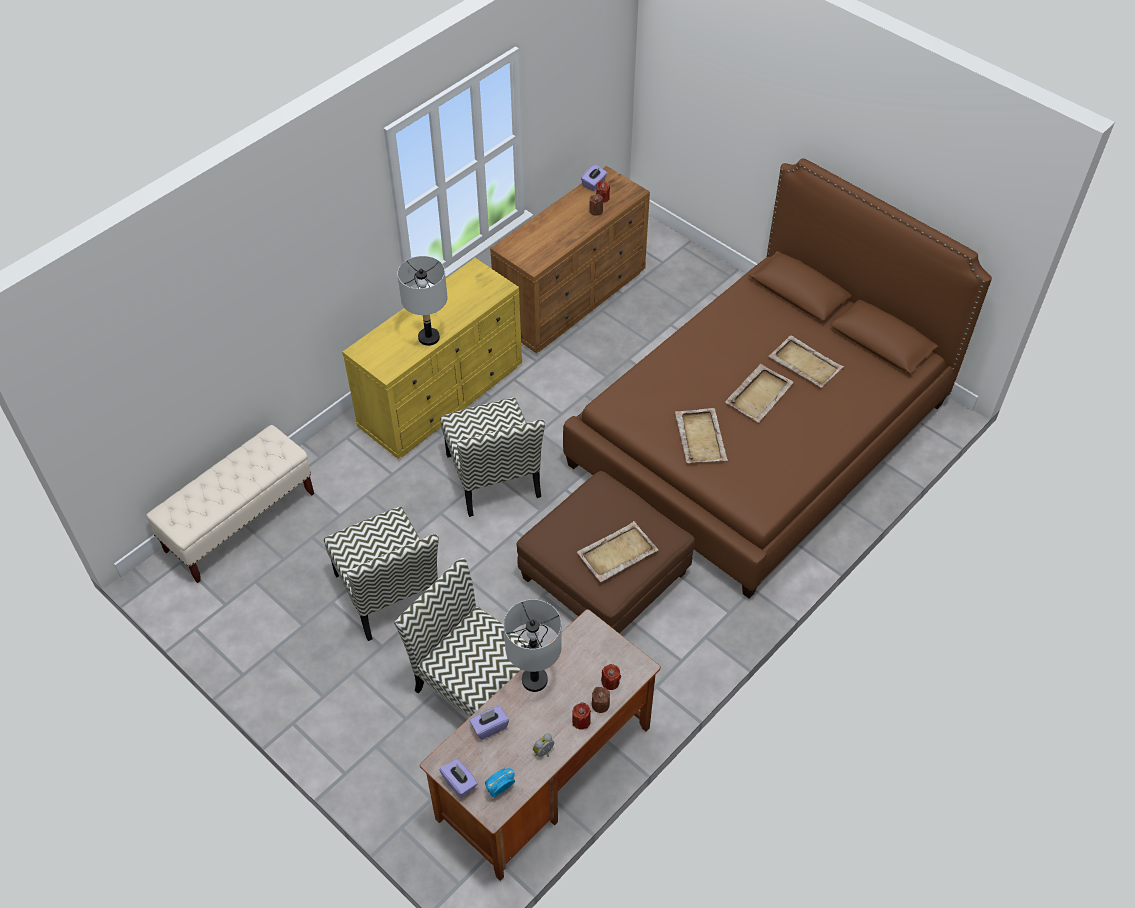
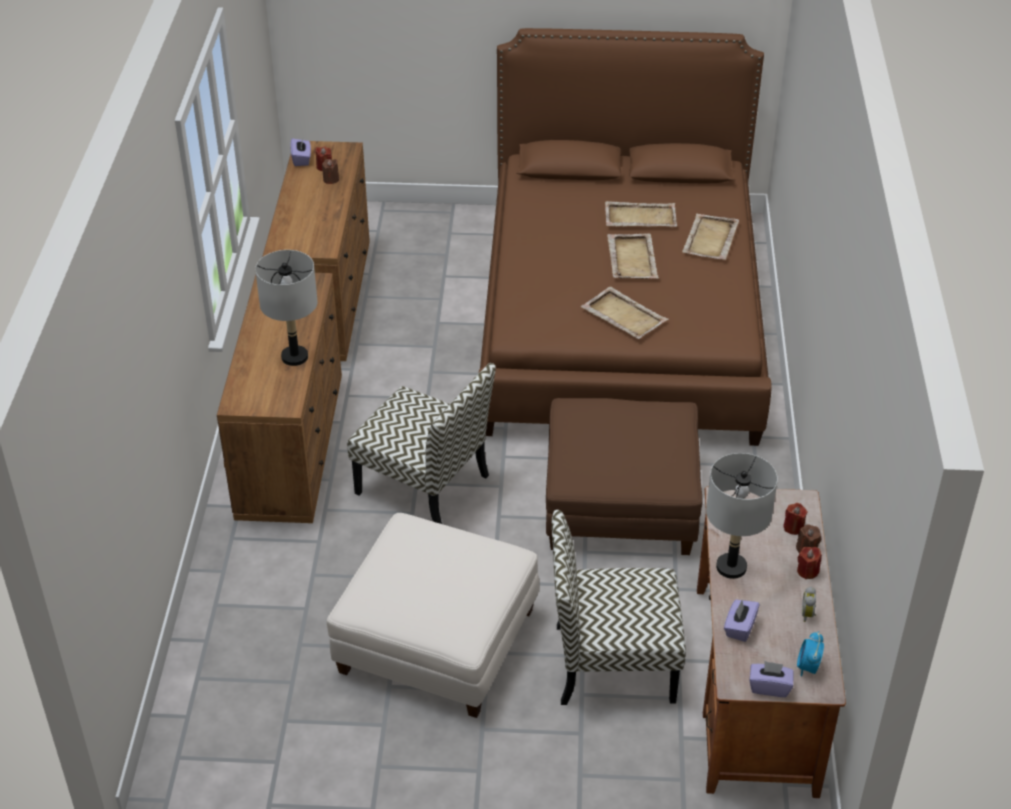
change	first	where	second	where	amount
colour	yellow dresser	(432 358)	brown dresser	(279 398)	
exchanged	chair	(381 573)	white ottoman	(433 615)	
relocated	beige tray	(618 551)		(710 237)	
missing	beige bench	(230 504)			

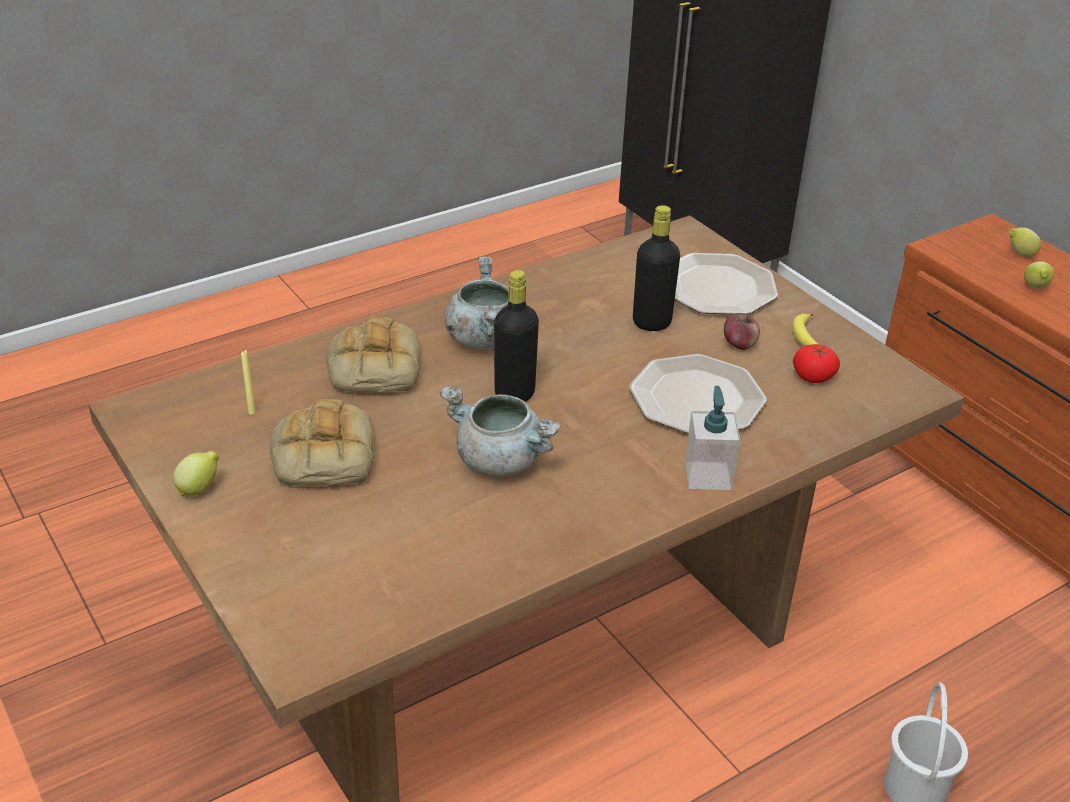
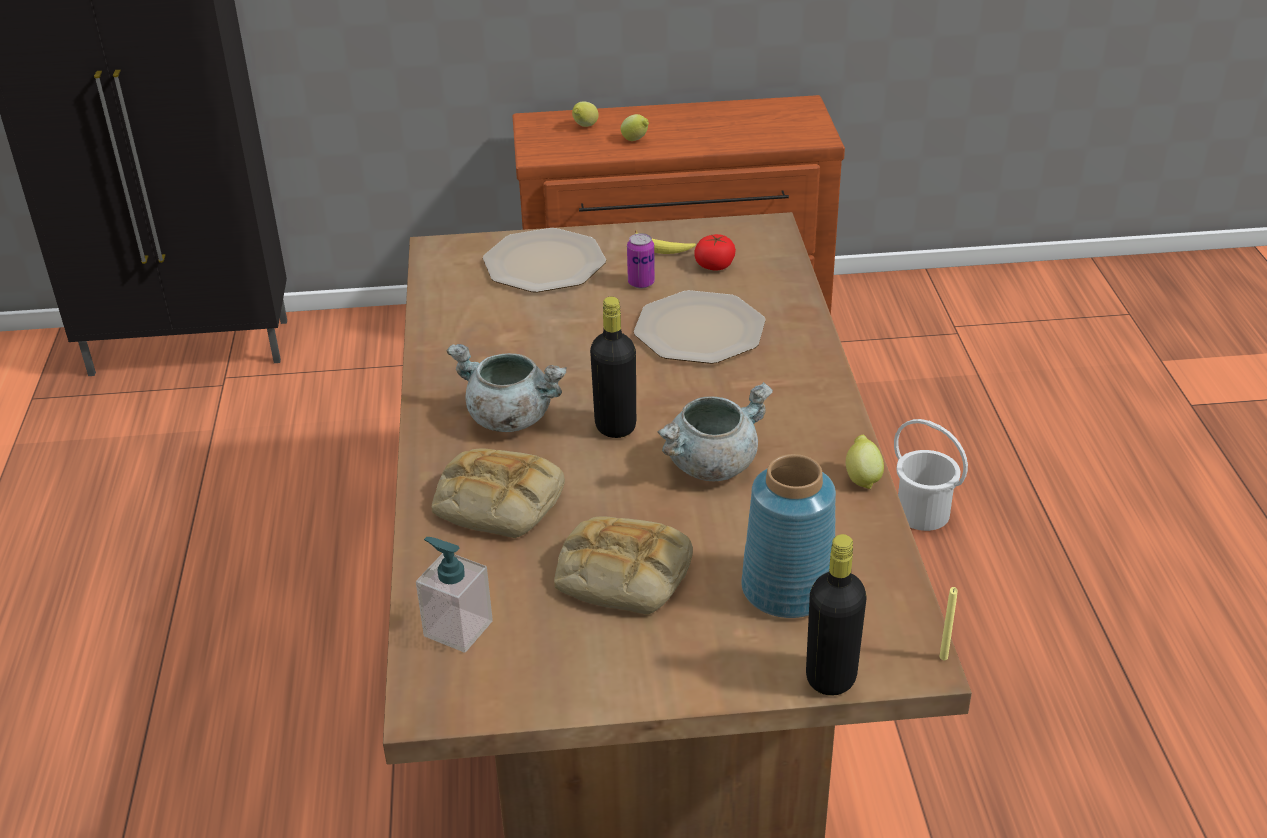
change	first	where	second	where	amount
relocated	soap dispenser	(712 438)		(454 595)	
exchanged	apple	(742 331)	can	(641 260)	
appeared			blue vase	(788 536)	
relocated	black bottle	(656 268)		(836 615)	
relocated	lemon	(196 473)		(865 462)	
relocated	yellow candle	(248 382)		(948 623)	

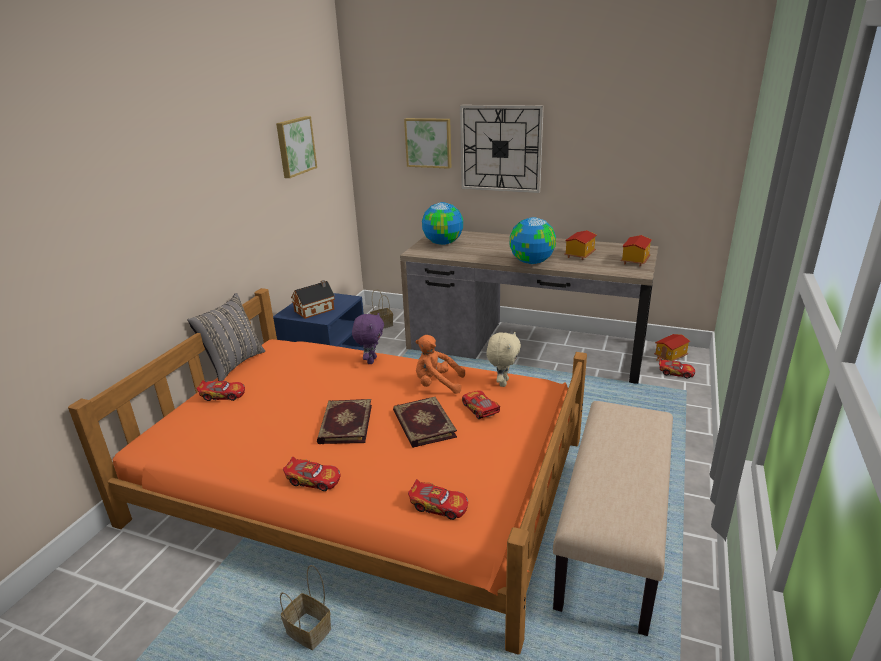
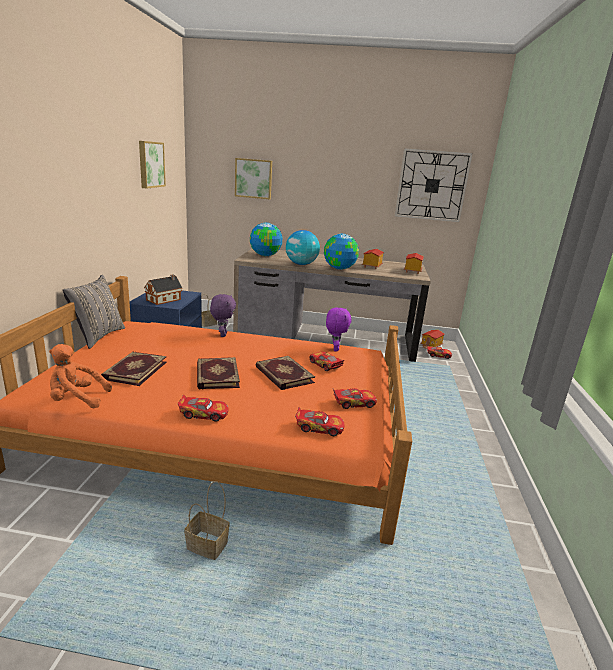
change	first	where	second	where	amount
relocated	orange plush toy	(440 364)		(80 376)	
appeared			book	(134 369)	
appeared			globe	(303 247)	
colour	beige plush toy	(503 359)	purple plush toy	(338 329)	
relocated	toy car	(220 390)		(355 398)	
relocated	wall clock	(502 149)		(434 185)	
missing	beige bench	(613 518)			

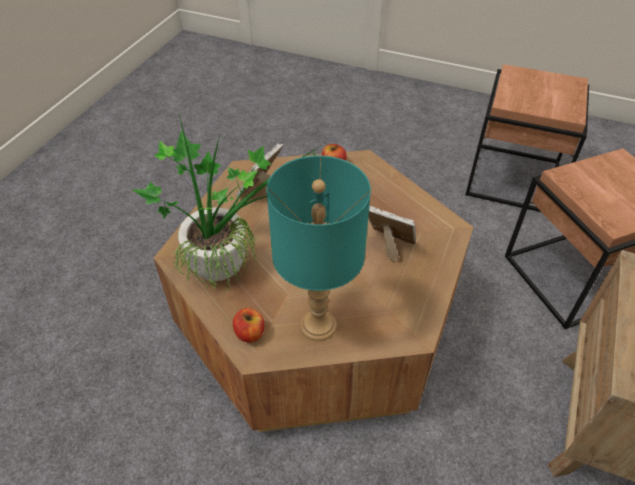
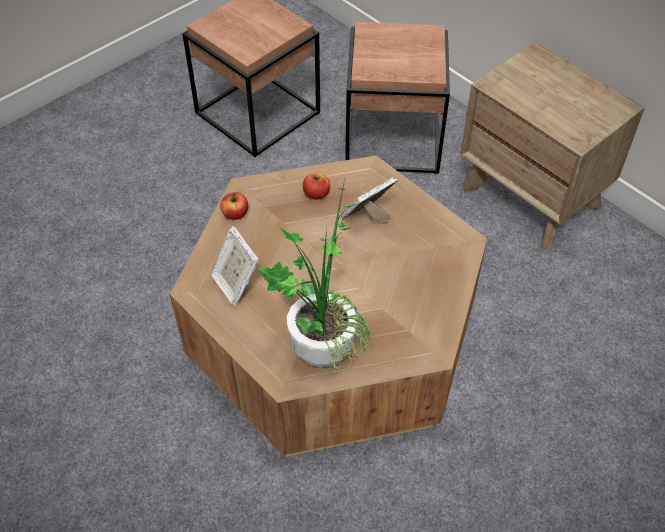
change	first	where	second	where	amount
relocated	apple	(248 325)		(316 186)	
missing	turquoise table lamp	(318 248)			

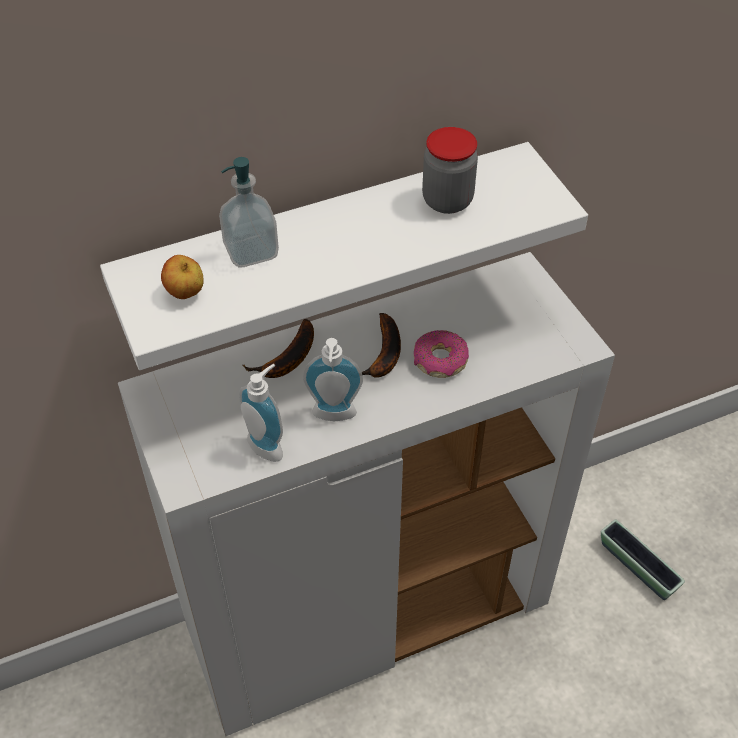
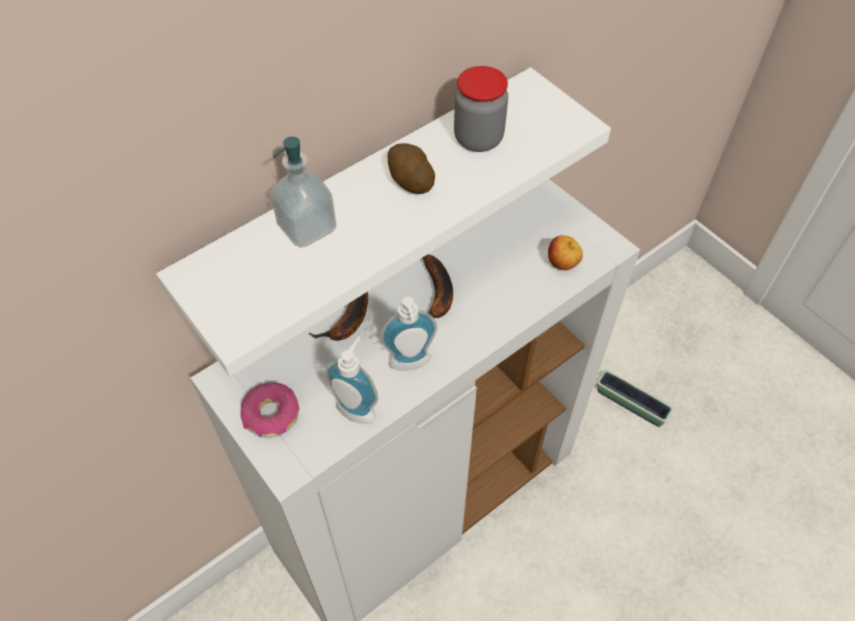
change	first	where	second	where	amount
relocated	donut	(441 354)		(270 410)	
appeared			potato	(411 168)	
relocated	apple	(182 277)		(565 252)	

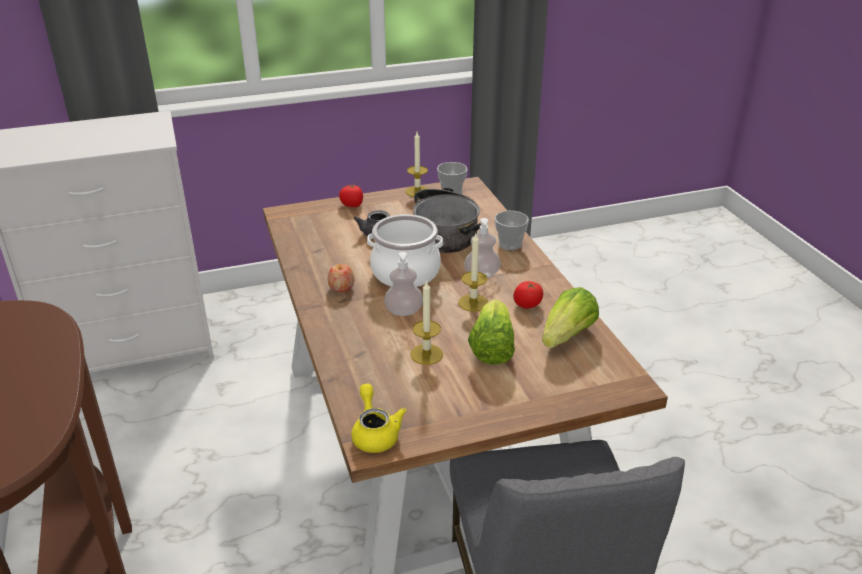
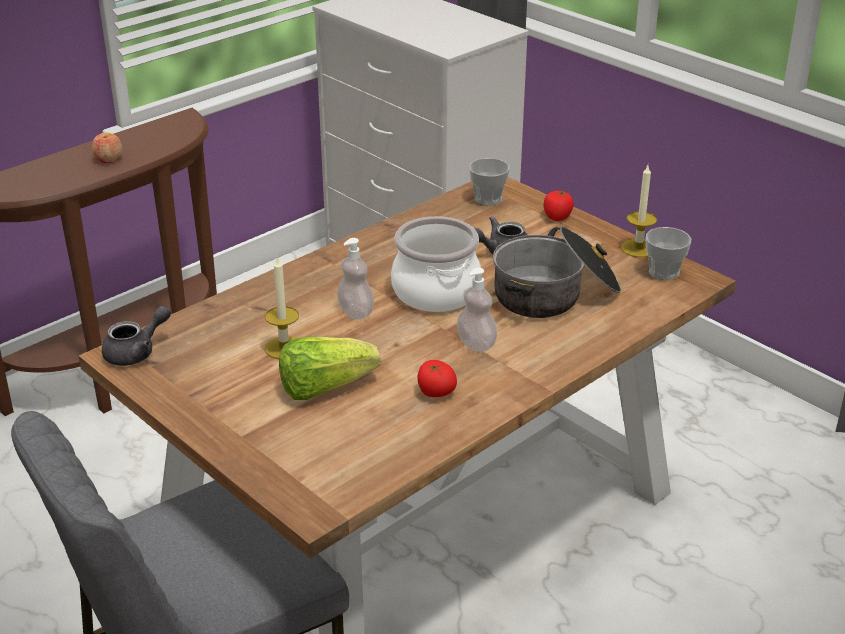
change	first	where	second	where	amount
relocated	apple	(341 278)		(107 147)	
colour	yellow teapot	(379 418)	grey teapot	(136 335)	
relocated	cup	(512 230)		(489 182)	
missing	candle	(473 272)			
missing	lettuce	(570 317)			

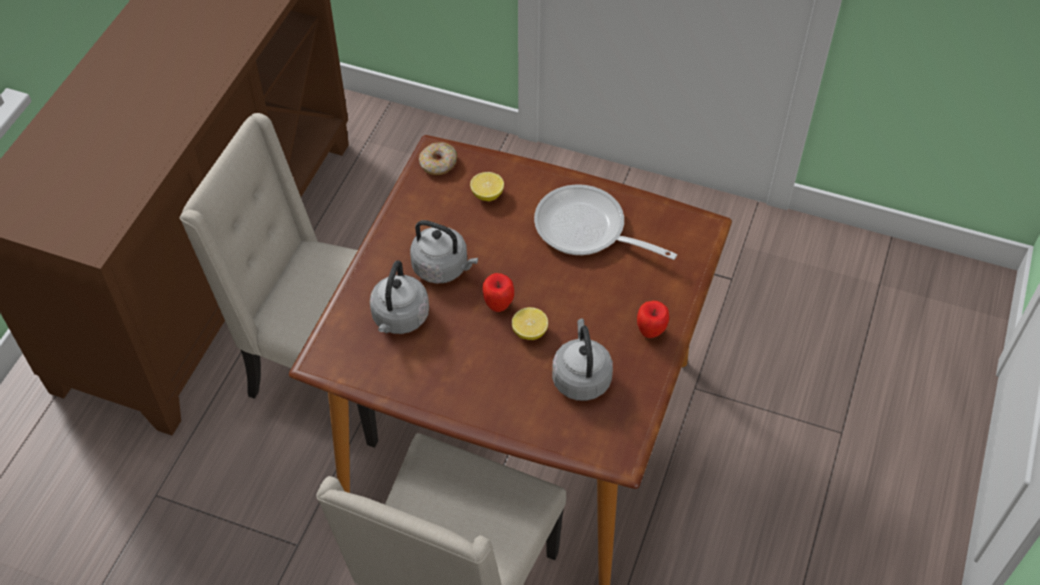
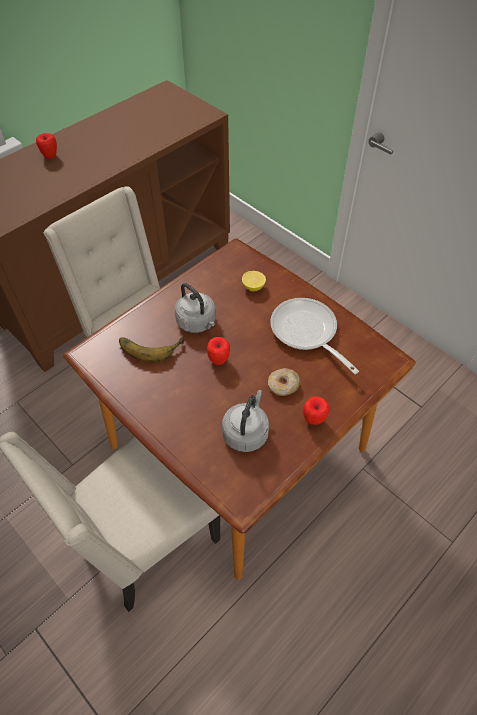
change	first	where	second	where	amount
appeared			apple	(46 146)	
exchanged	grey kettle	(399 297)	banana	(152 349)	
relocated	donut	(438 158)		(284 382)	
missing	lemon	(530 323)			

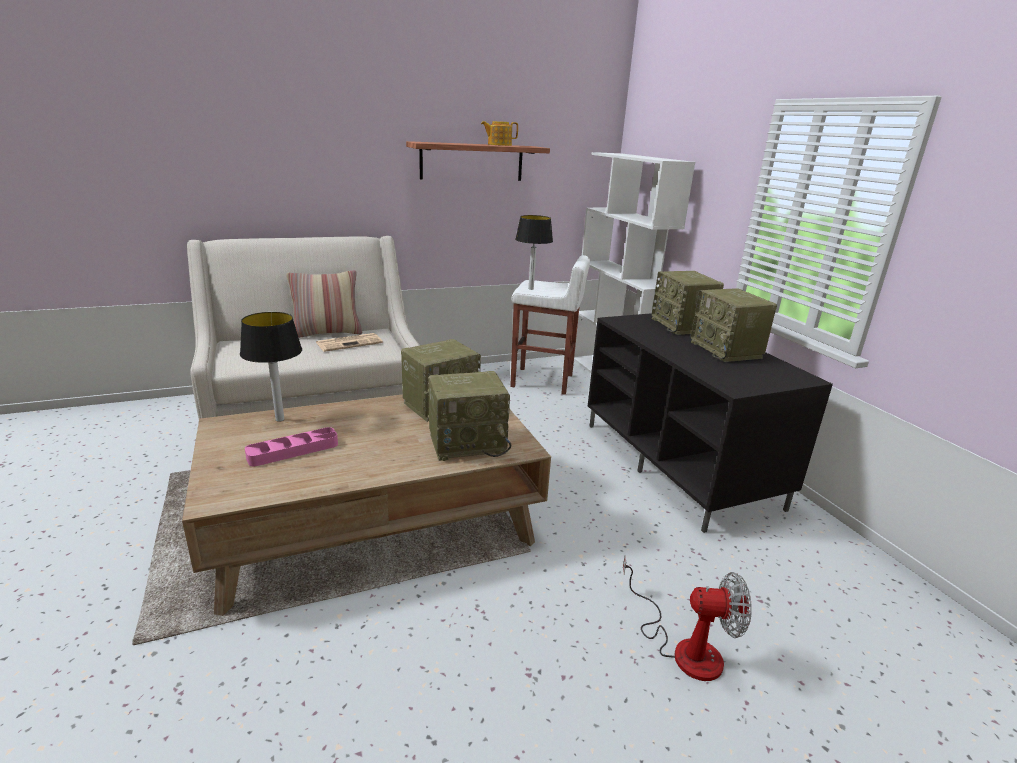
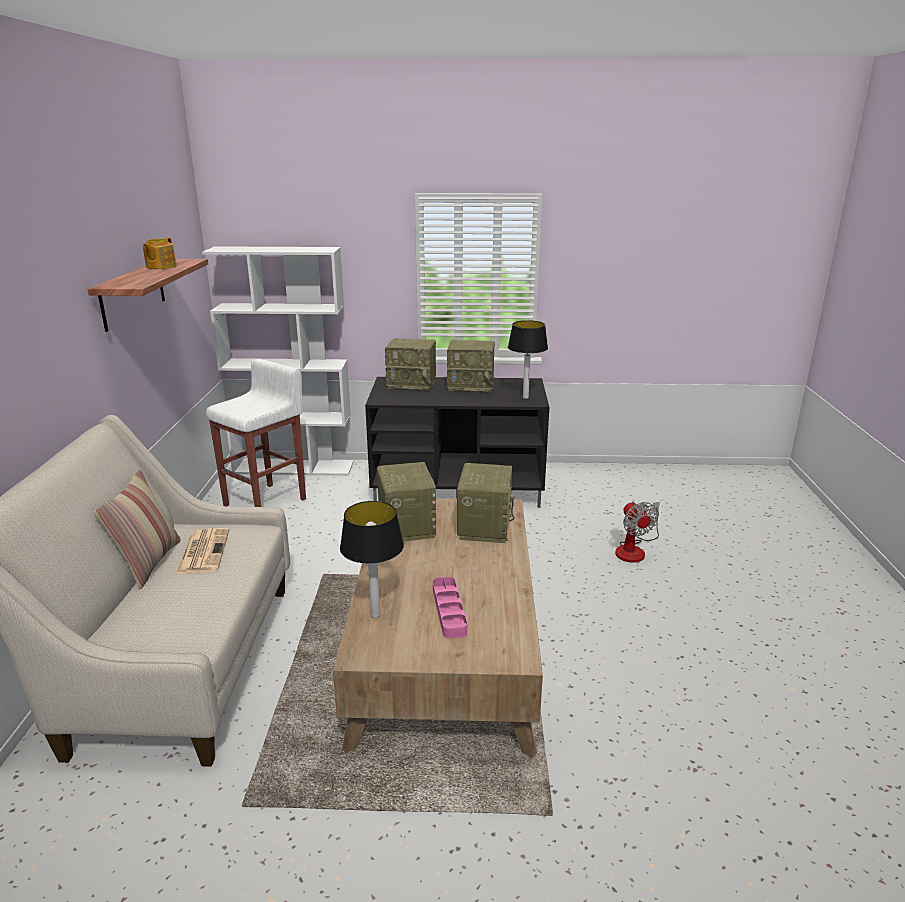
change	first	where	second	where	amount
relocated	table lamp	(534 252)		(528 359)	
spun	fan	(687 618)		(637 532)	135 degrees clockwise

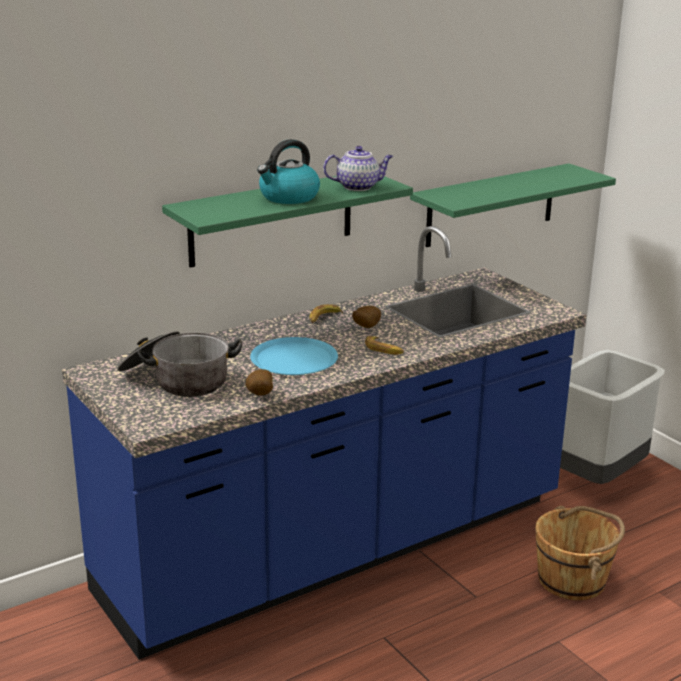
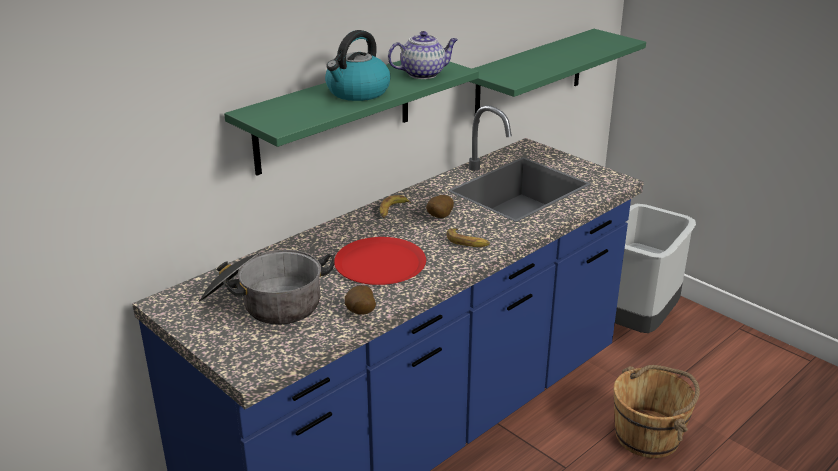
change	first	where	second	where	amount
colour	blue plate	(294 356)	red plate	(380 261)	

